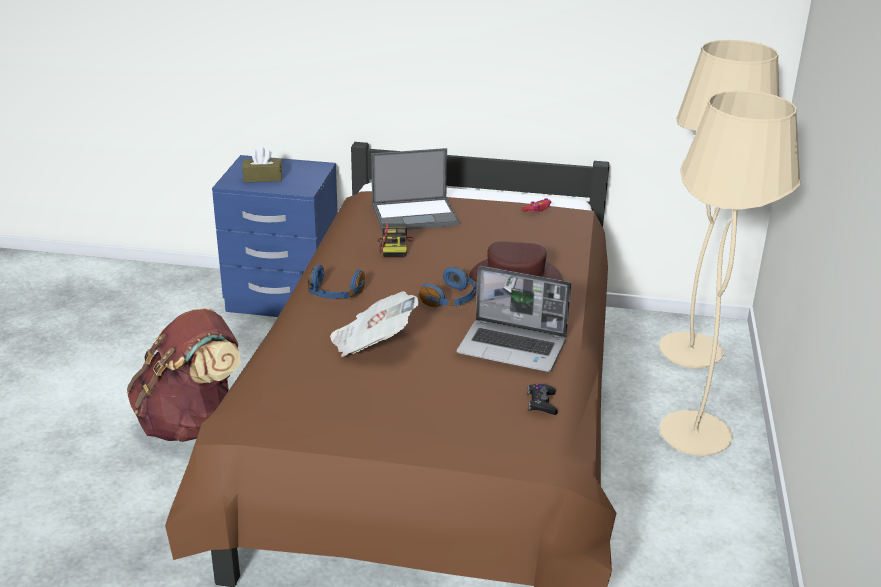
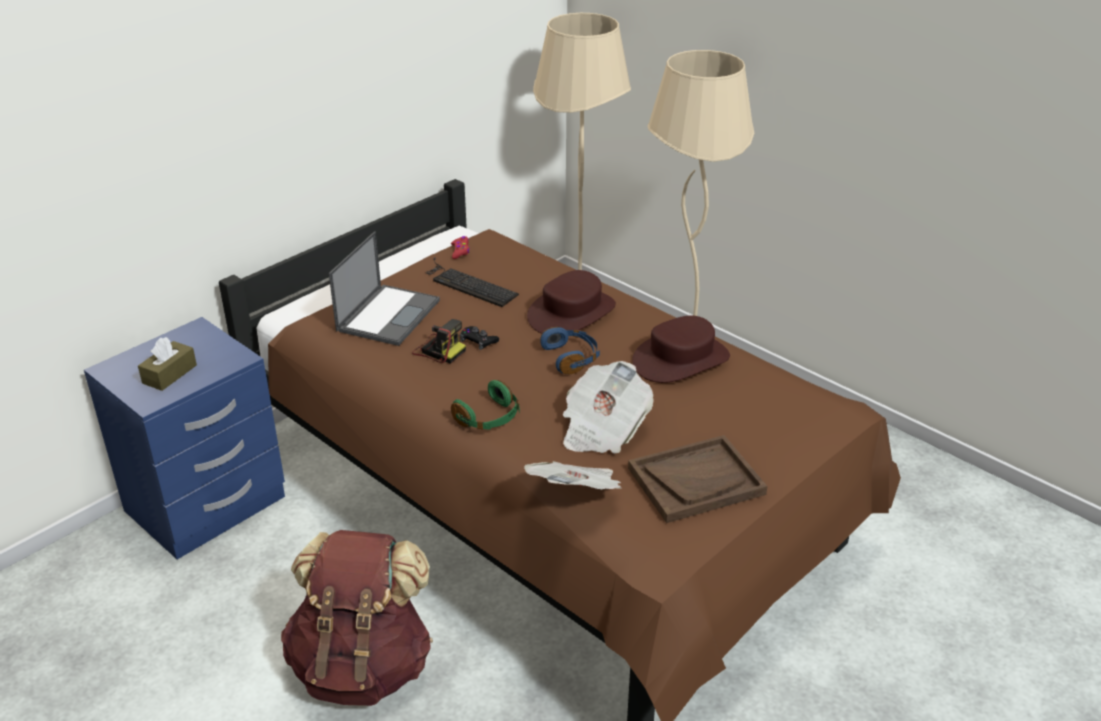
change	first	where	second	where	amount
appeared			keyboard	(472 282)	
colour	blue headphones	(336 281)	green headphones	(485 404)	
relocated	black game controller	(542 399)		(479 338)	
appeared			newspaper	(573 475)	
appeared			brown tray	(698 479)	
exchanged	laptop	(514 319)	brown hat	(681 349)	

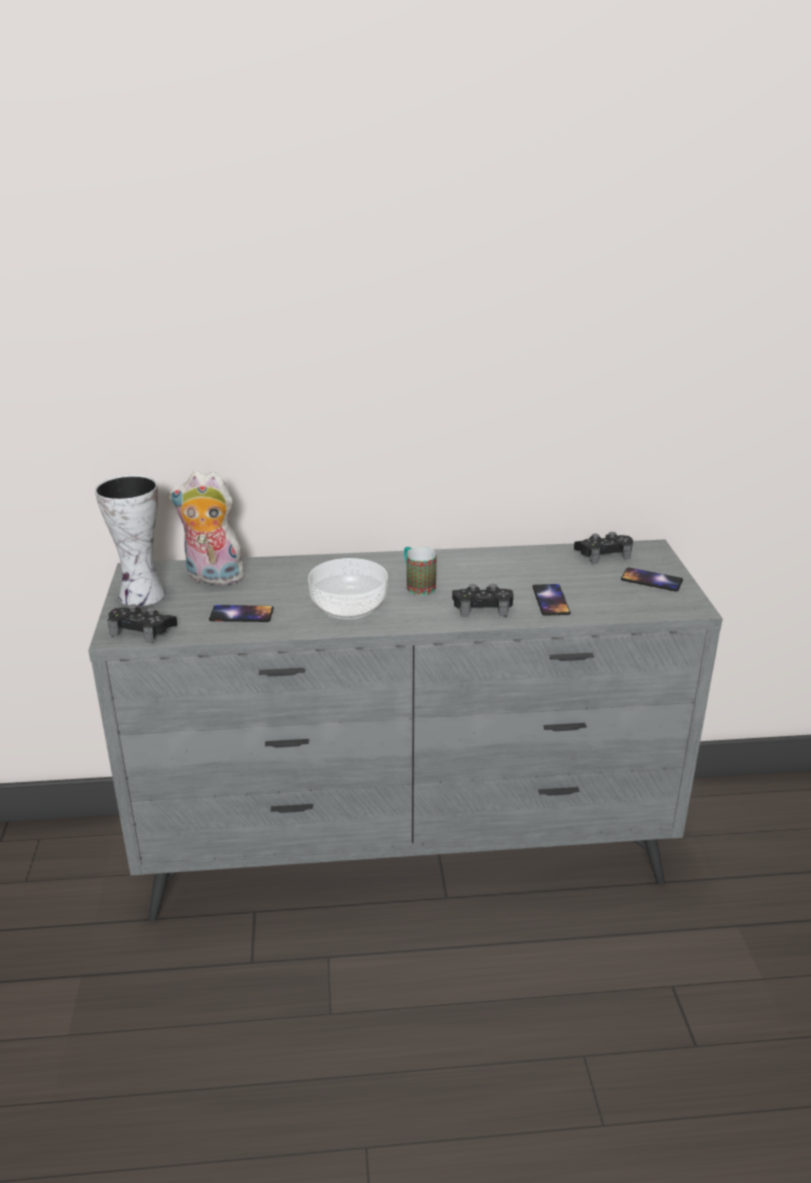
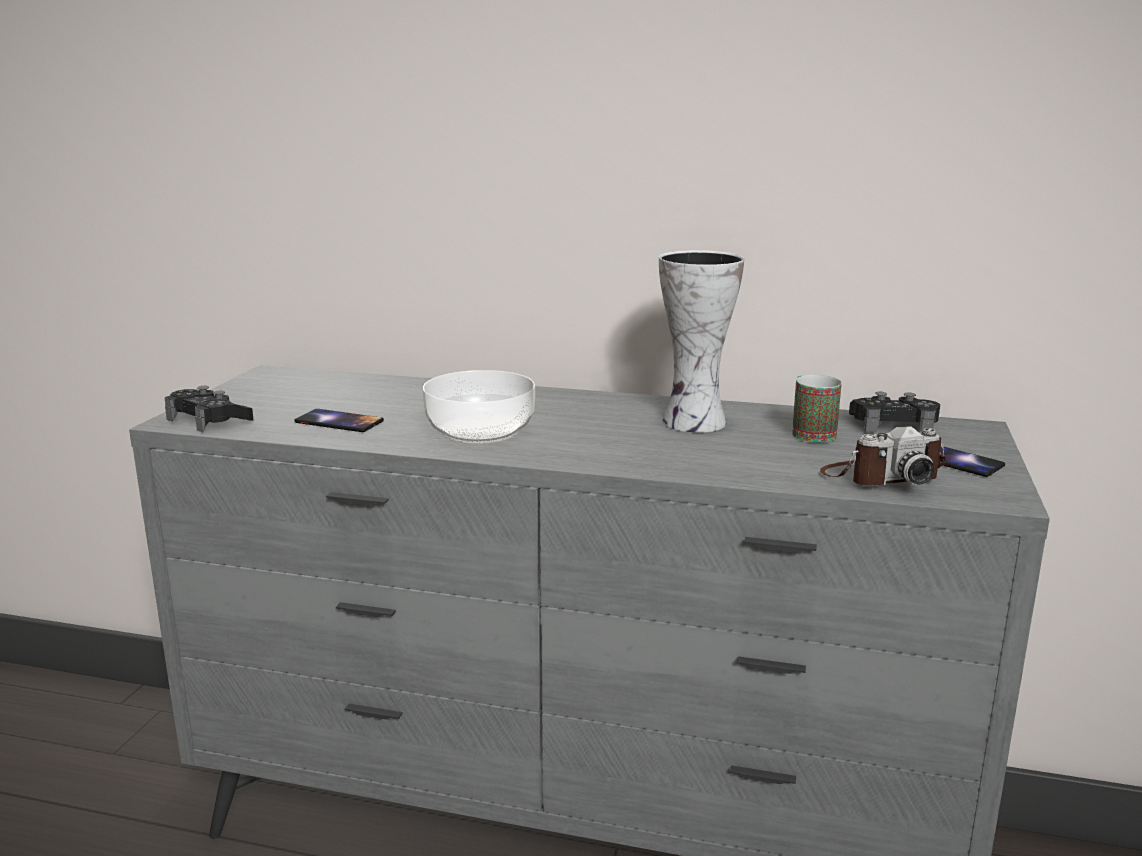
change	first	where	second	where	amount
relocated	vase	(130 541)		(701 341)	
relocated	mug	(420 571)		(817 409)	
appeared			photo camera	(883 456)	
missing	plush toy	(210 529)			
missing	black game controller	(482 600)			
missing	phone	(551 600)			

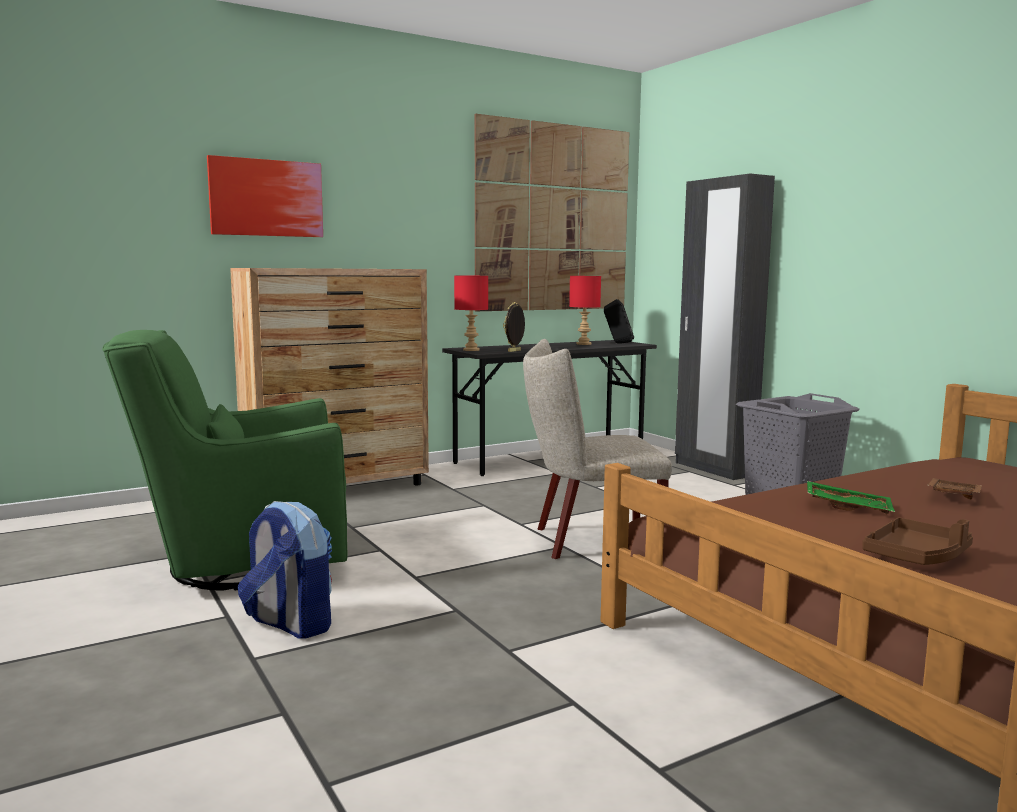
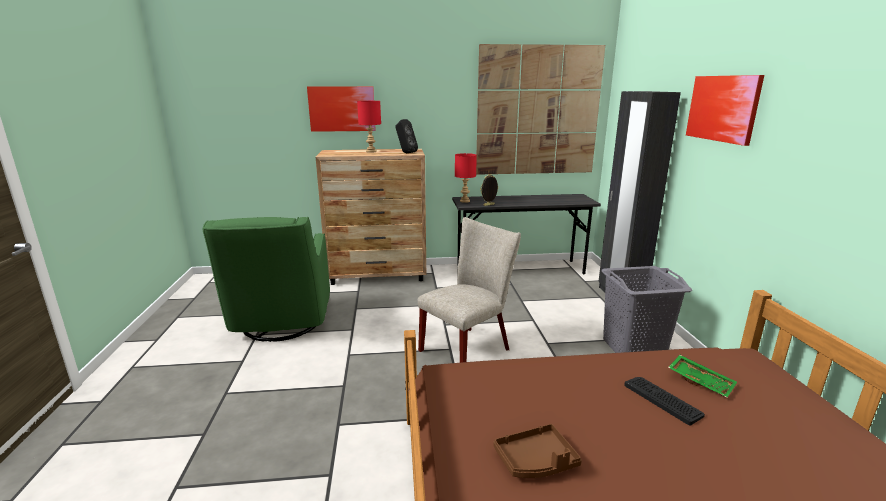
change	first	where	second	where	amount
spun	green armchair	(224 460)		(266 279)	105 degrees counterclockwise
relocated	red table lamp	(585 310)		(369 127)	
relocated	black speaker	(619 321)		(406 136)	
spun	beige chair	(597 449)		(469 290)	120 degrees clockwise
exchanged	brown tray	(954 489)	keyboard	(664 401)	
relocated	green tray	(851 497)		(702 376)	
appeared			picture	(725 110)	
missing	backpack	(285 570)			

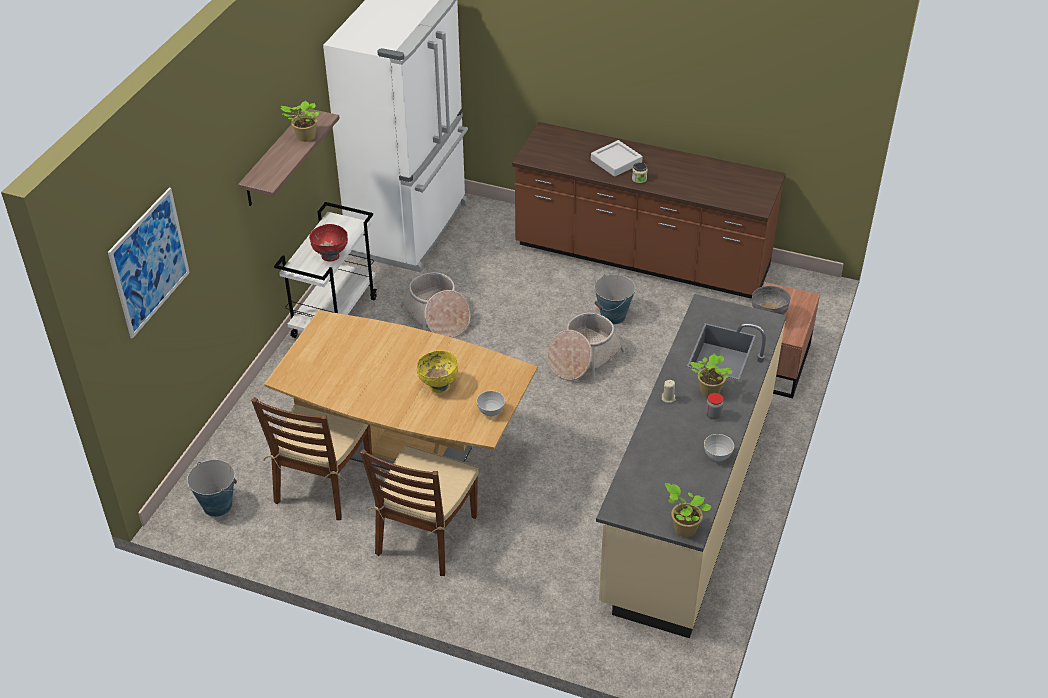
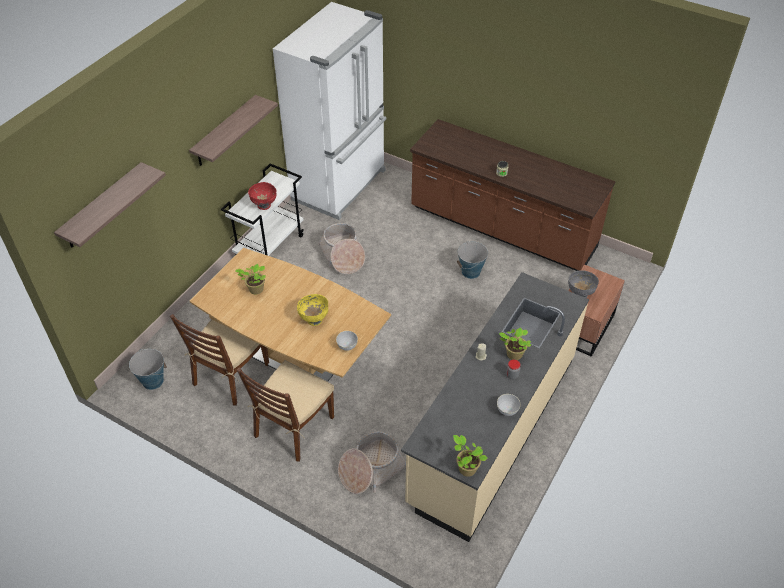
change	first	where	second	where	amount
exchanged	picture	(149 263)	shelf	(110 205)	
relocated	potted plant	(299 121)		(250 279)	
relocated	basket	(586 347)		(372 462)	
missing	grey tray	(617 158)			

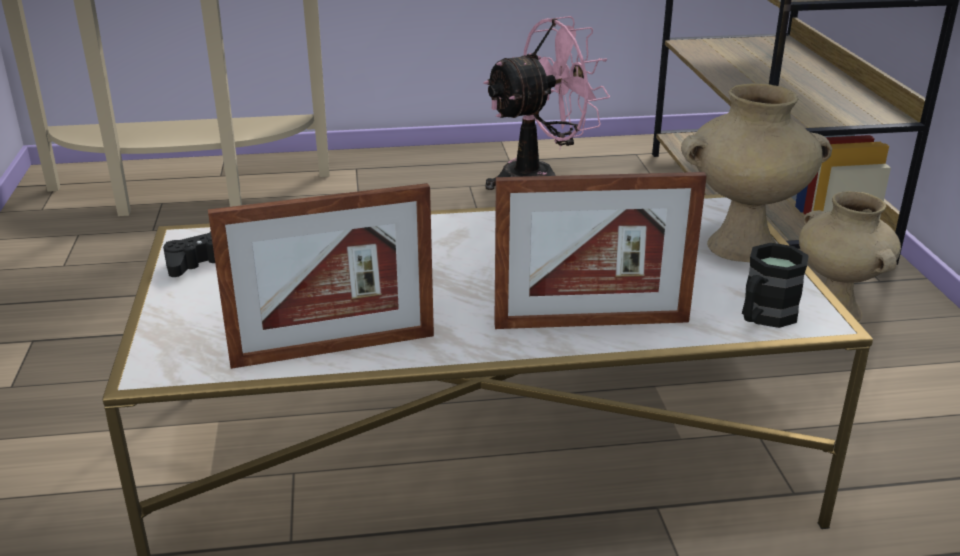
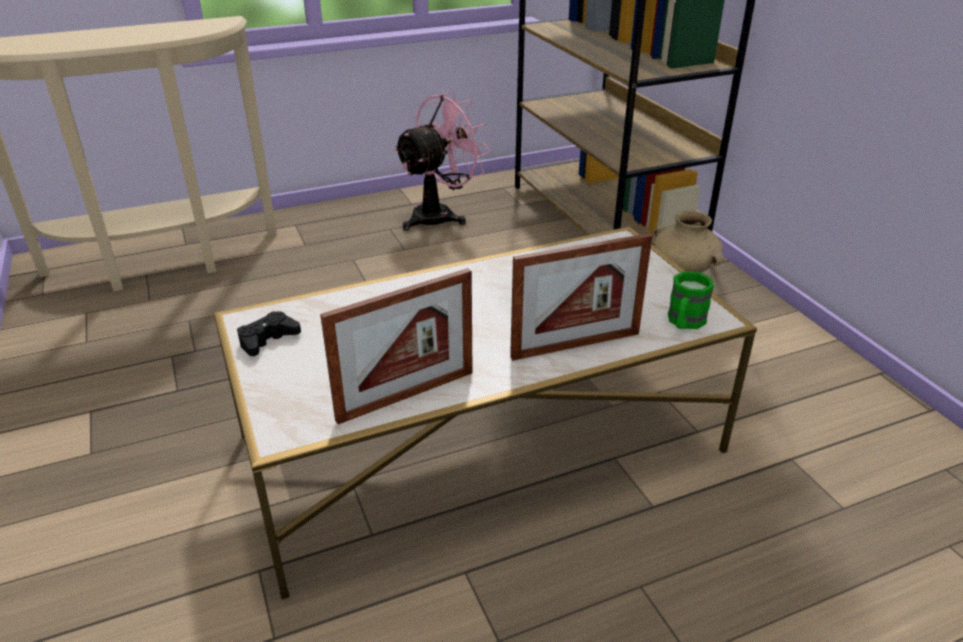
change	first	where	second	where	amount
colour	black mug	(775 285)	green mug	(691 300)	
missing	beige vase	(756 173)			

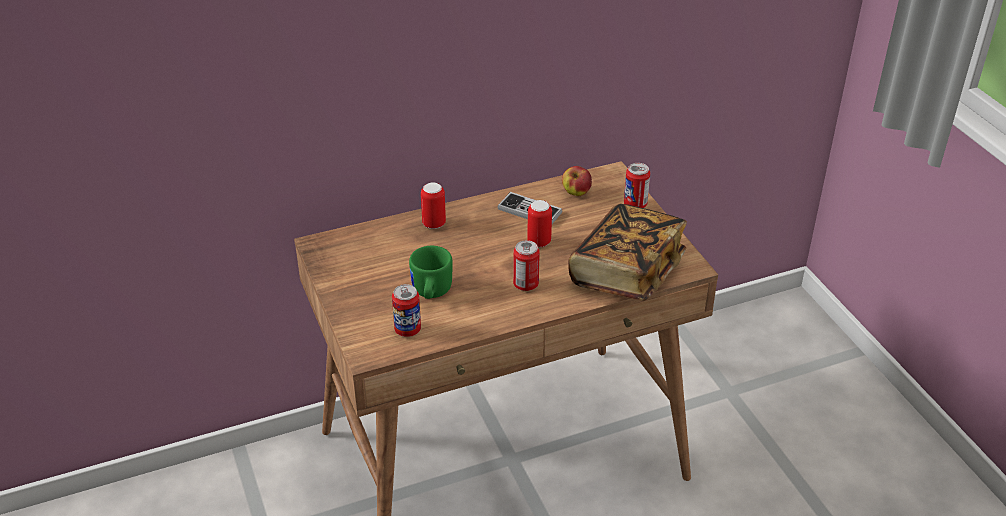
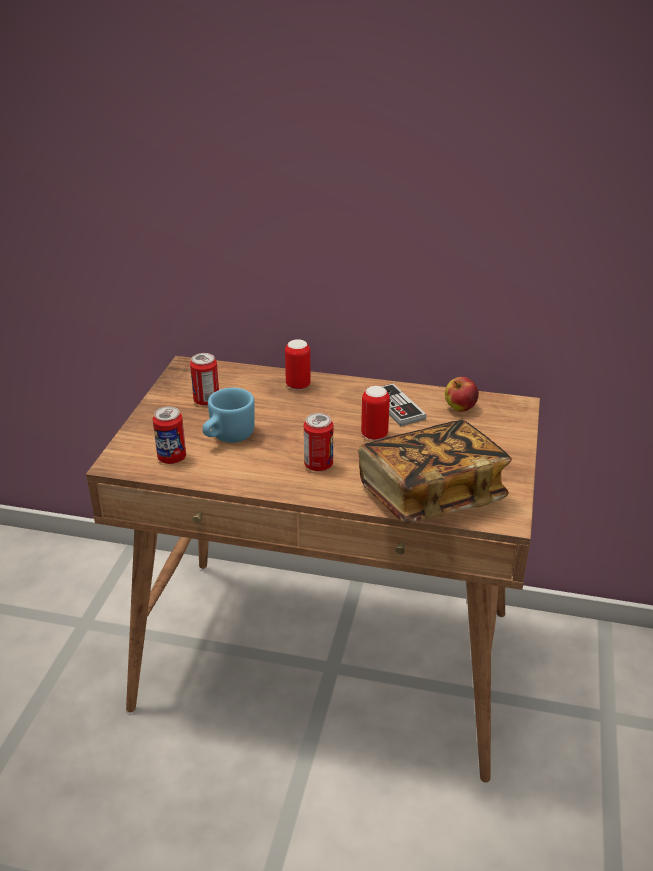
change	first	where	second	where	amount
relocated	can	(637 185)		(204 379)	
colour	green mug	(431 272)	blue mug	(228 415)	

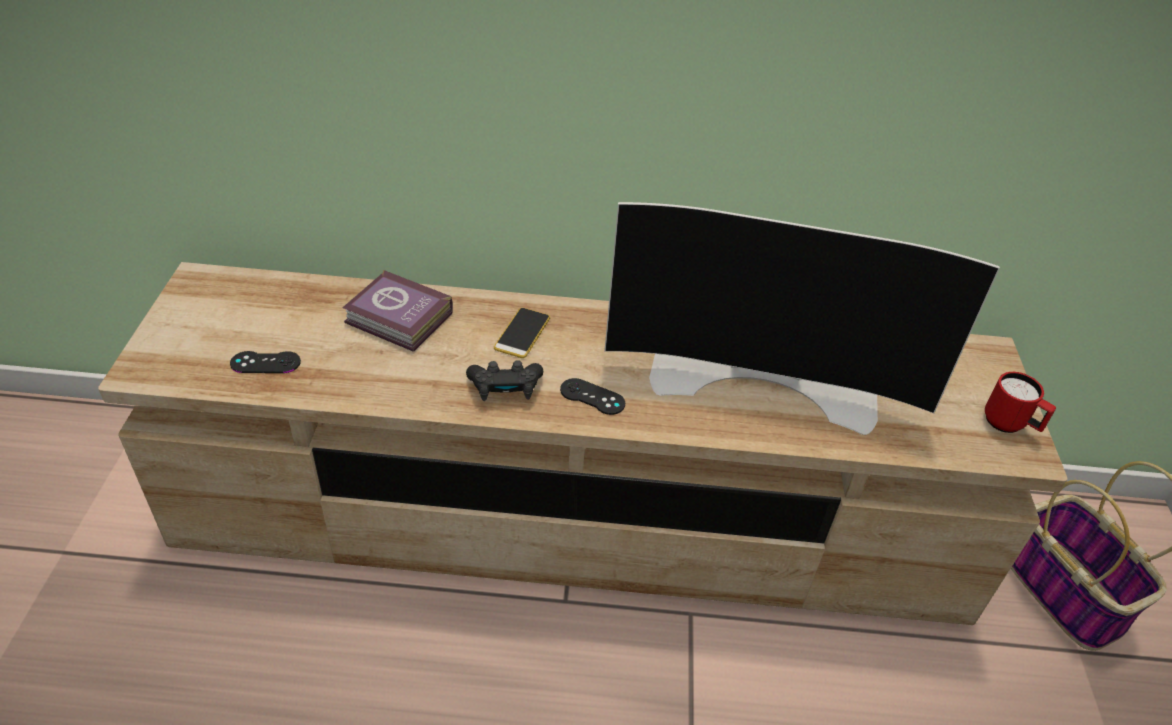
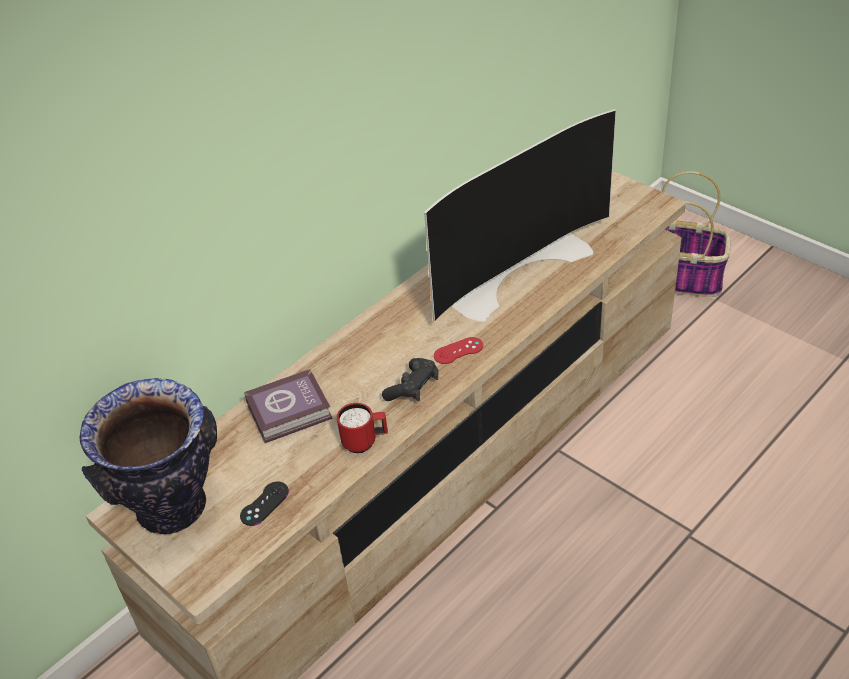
change	first	where	second	where	amount
appeared			vase	(148 456)	
relocated	red mug	(1020 402)		(362 428)	
colour	black game controller	(592 396)	red game controller	(458 350)	
missing	phone	(522 333)			

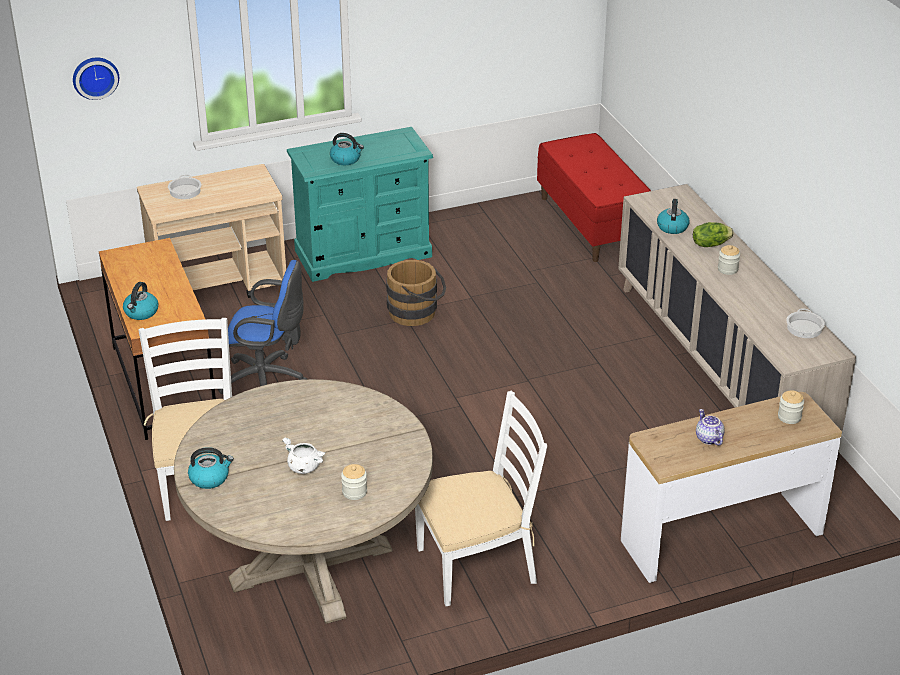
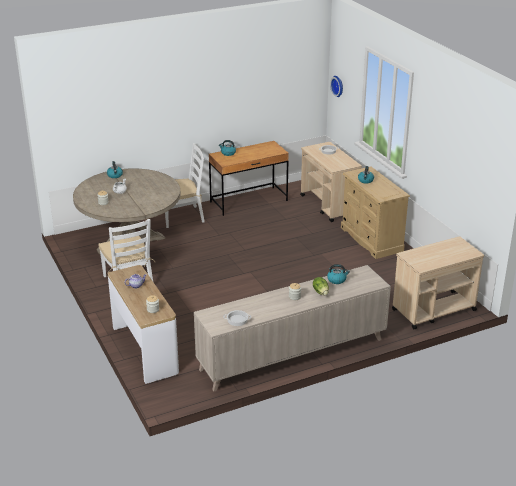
change	first	where	second	where	amount
colour	turquoise dresser	(360 204)	beige dresser	(375 213)	
exchanged	red bench	(594 197)	beige cart	(438 282)	
missing	blue office chair	(262 327)			
missing	brown bucket	(416 293)			

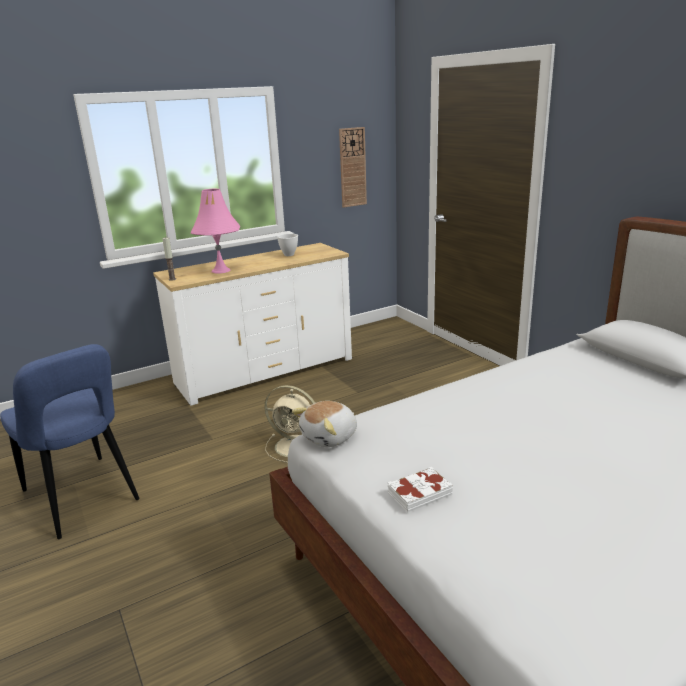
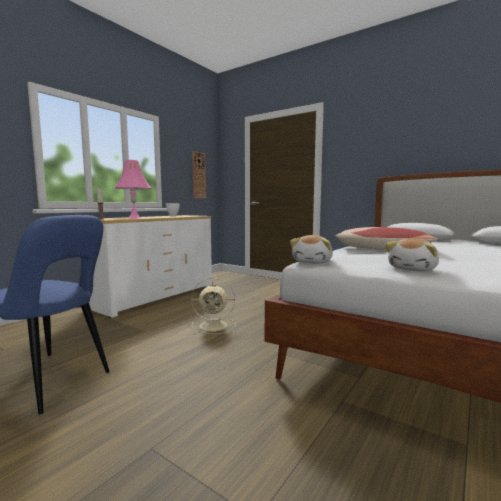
change	first	where	second	where	amount
appeared			pillow	(387 238)	
exchanged	white book	(420 490)	plush toy	(412 254)	

